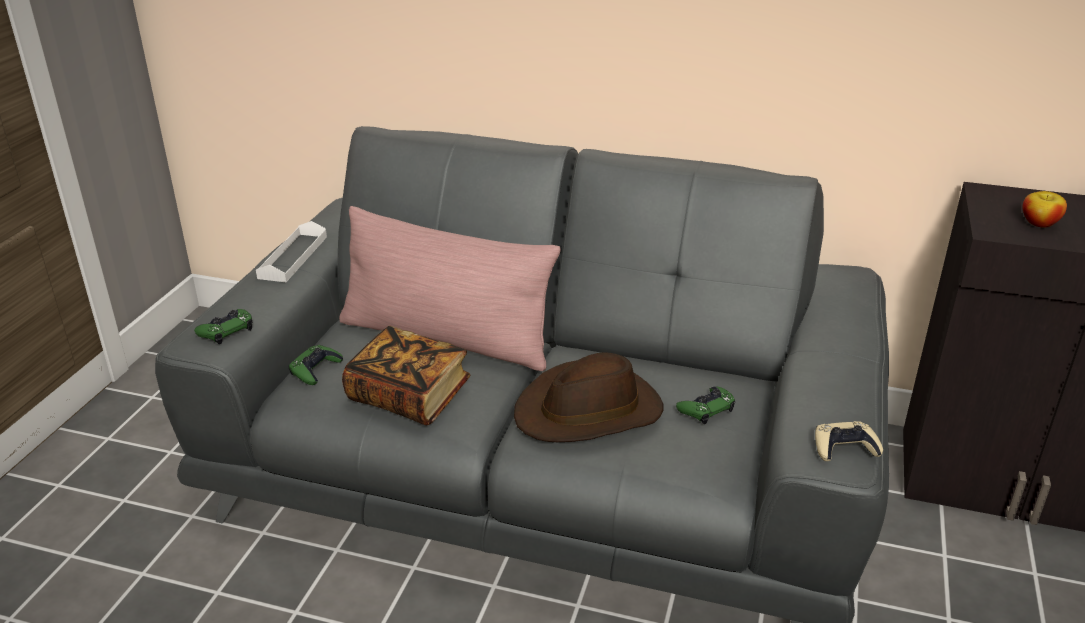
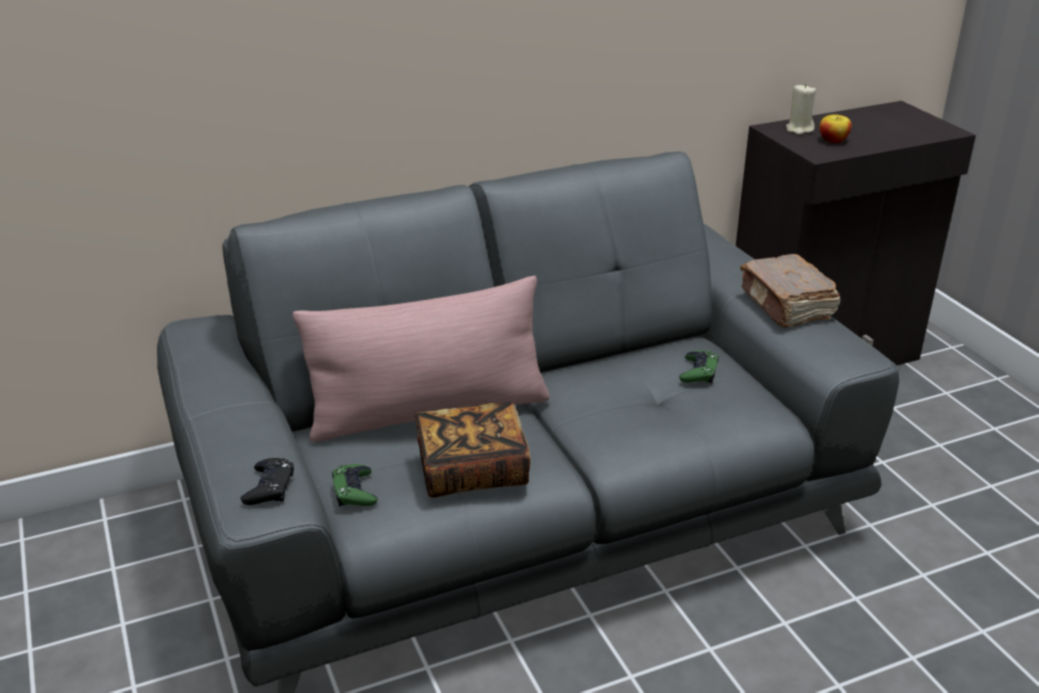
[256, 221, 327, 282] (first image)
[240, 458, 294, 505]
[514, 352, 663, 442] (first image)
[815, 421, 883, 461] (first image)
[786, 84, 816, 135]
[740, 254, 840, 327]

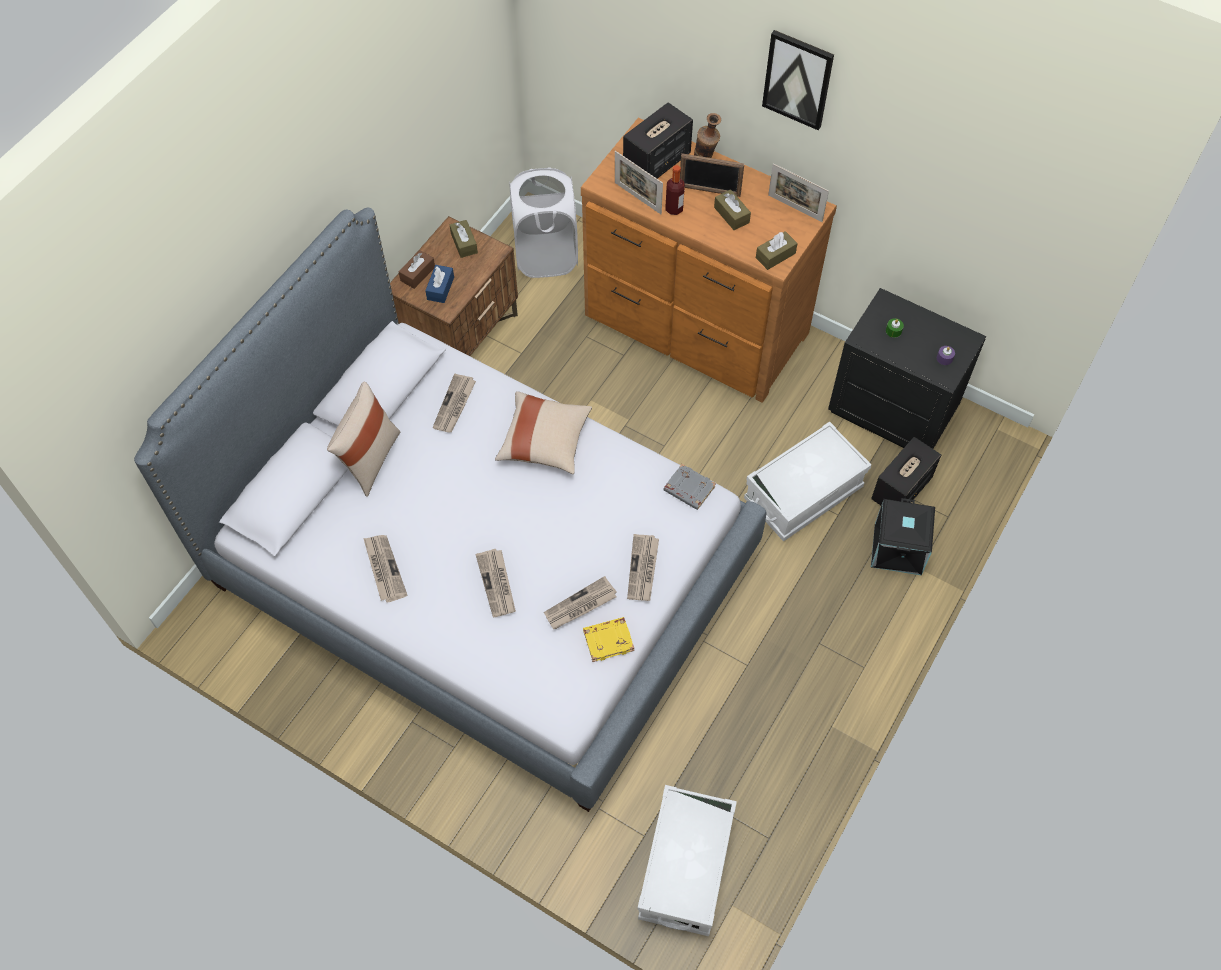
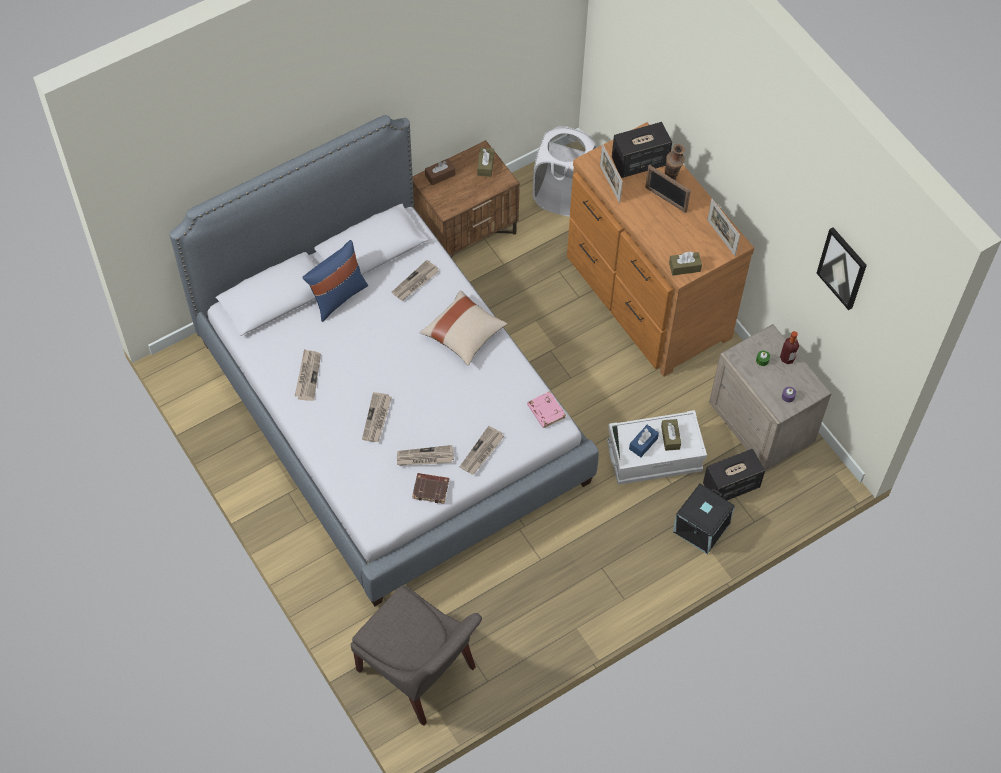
[817, 227, 867, 310]
[780, 331, 799, 364]
[661, 419, 681, 451]
[629, 425, 659, 457]
[709, 324, 831, 471]
[302, 240, 368, 322]
[527, 391, 566, 428]
[412, 473, 449, 504]
[351, 585, 482, 726]

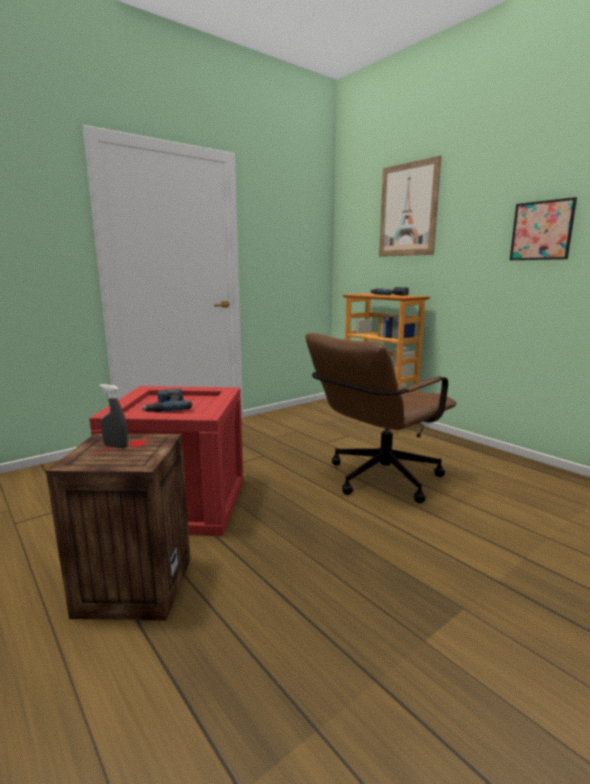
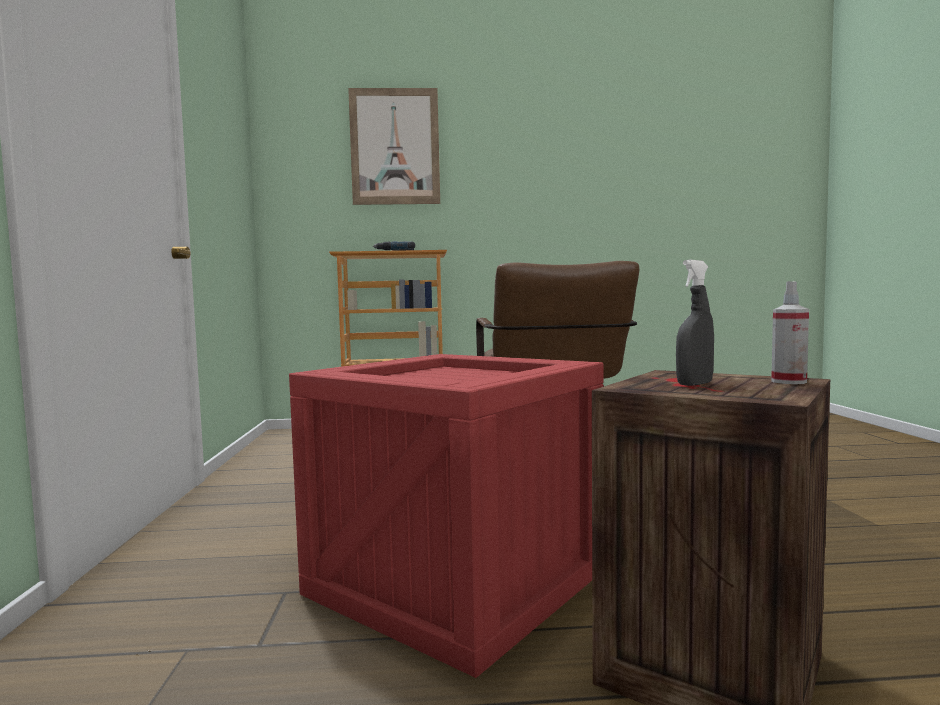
[510, 197, 577, 260] (first image)
[141, 389, 192, 412] (first image)
[771, 281, 809, 384]

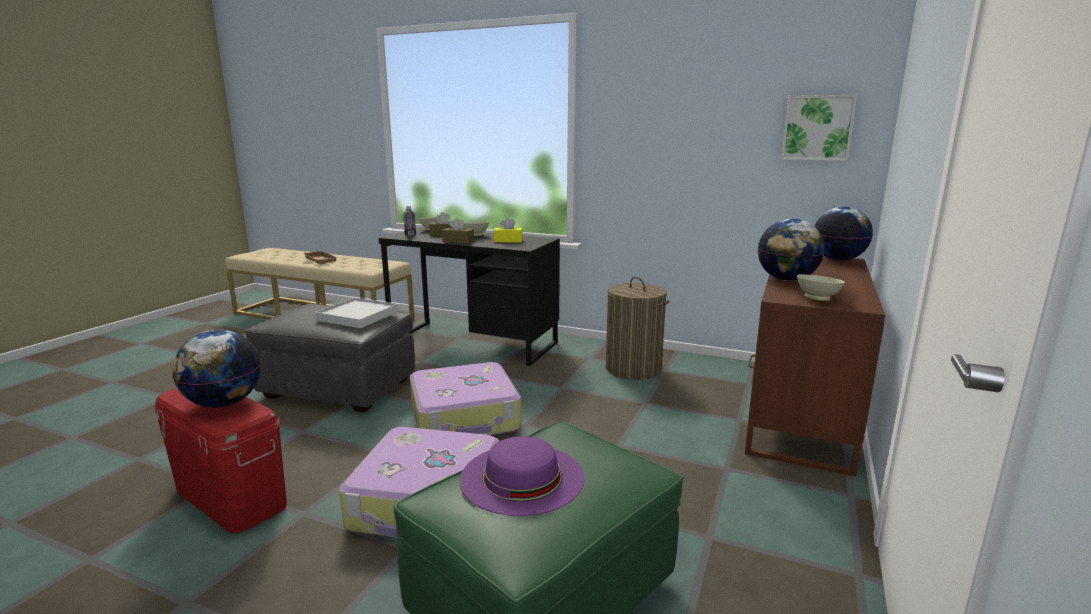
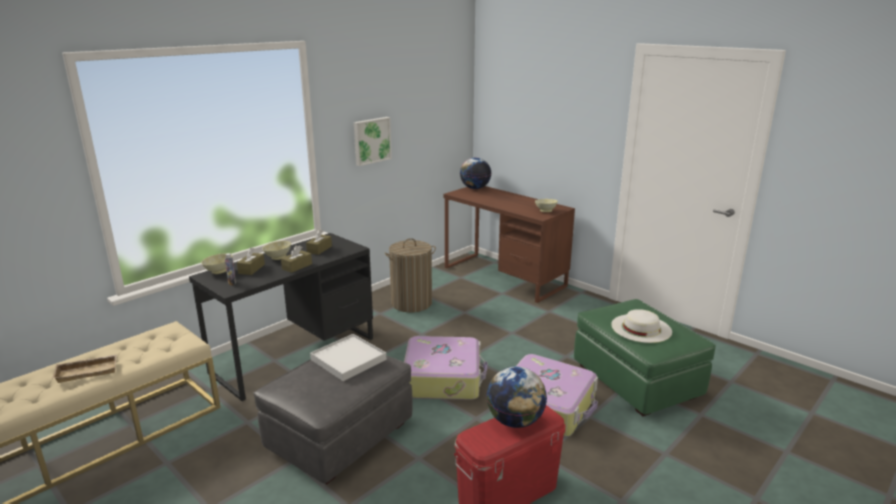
[354, 117, 392, 166]
[306, 229, 332, 255]
[758, 219, 825, 281] (first image)
[611, 309, 672, 343]

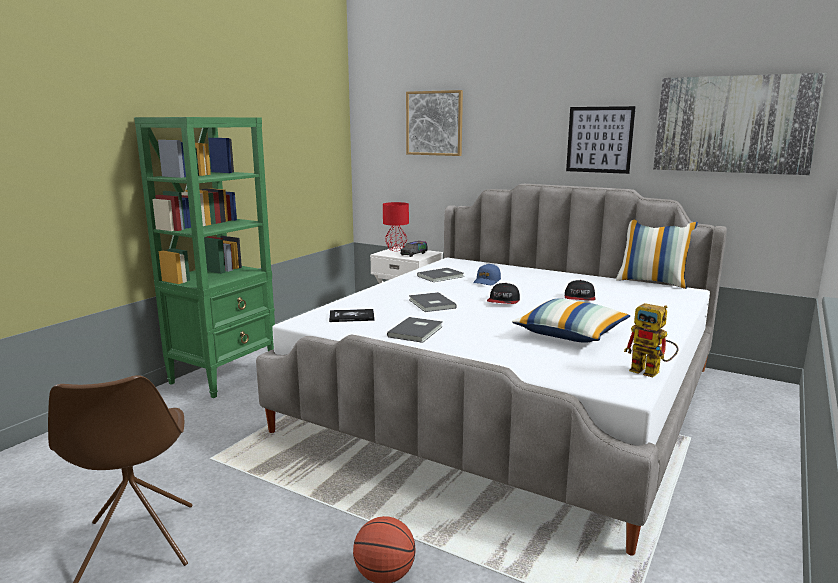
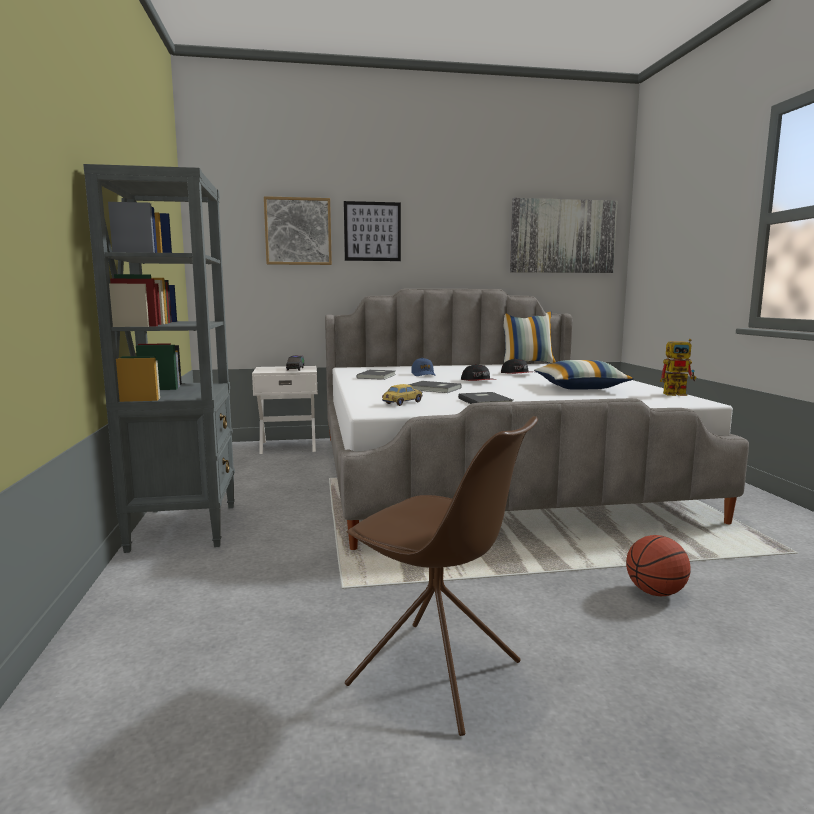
[344, 201, 401, 261]
[83, 164, 235, 553]
[383, 202, 409, 251] (first image)
[382, 384, 423, 406]

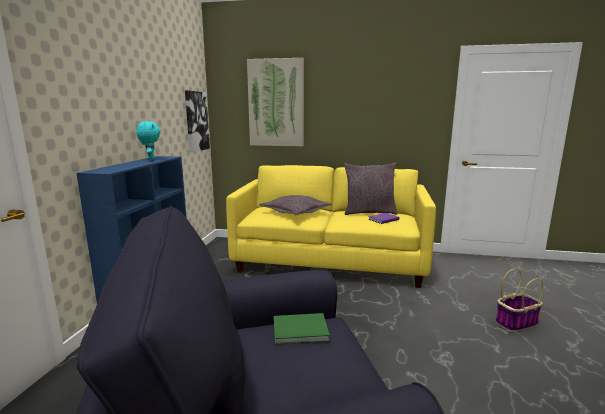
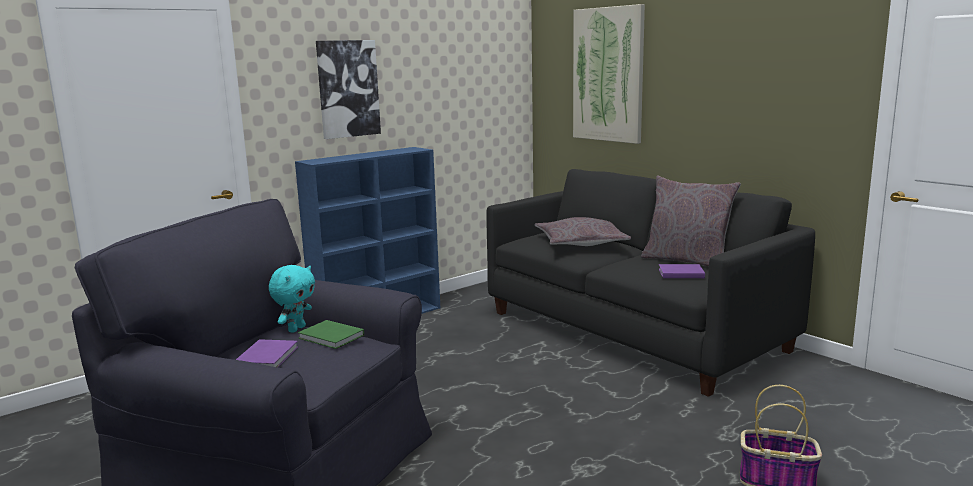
[316, 40, 381, 139]
[269, 265, 315, 332]
[487, 169, 815, 397]
[236, 339, 298, 367]

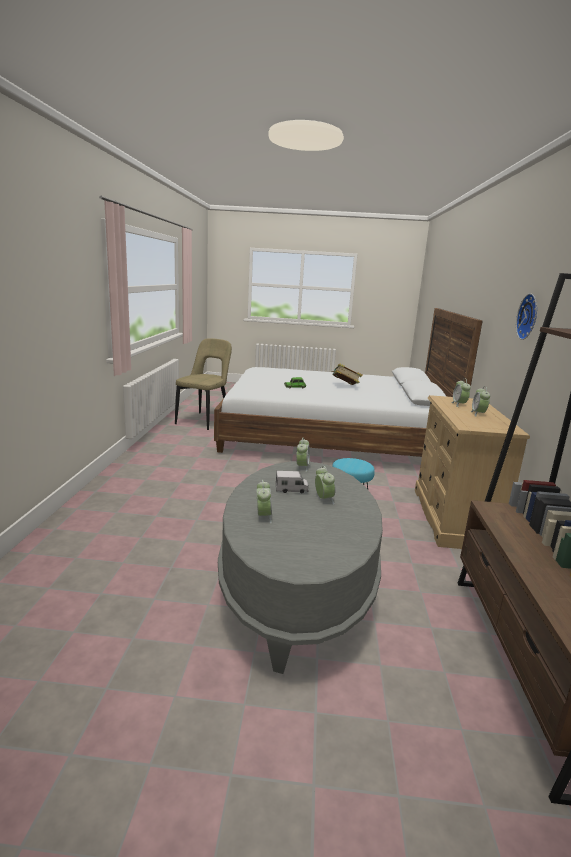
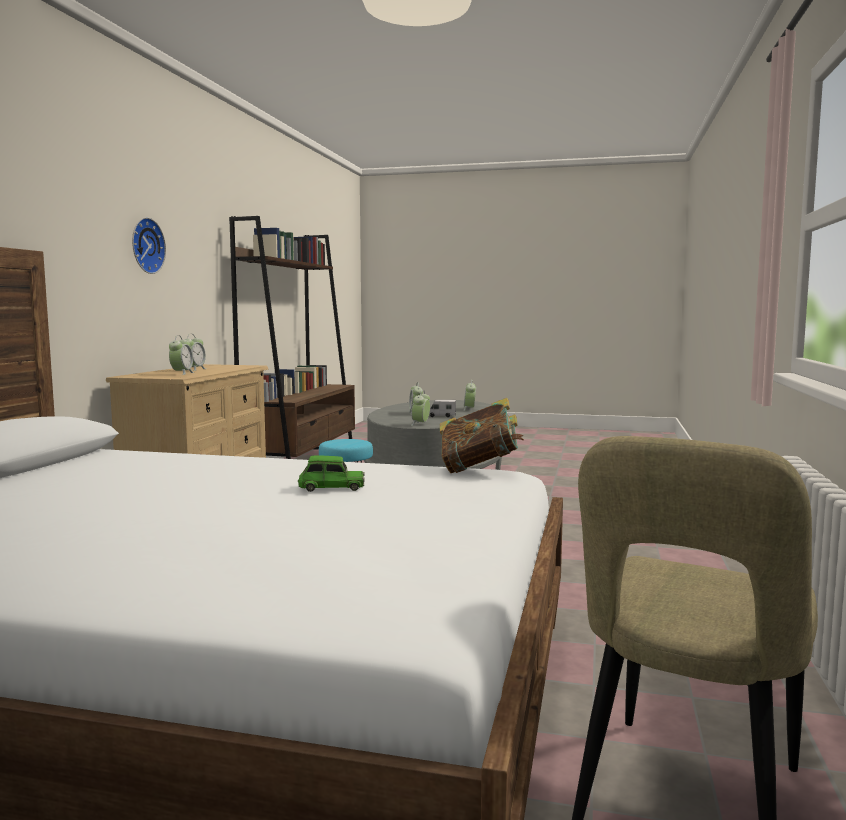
[440, 398, 524, 473]

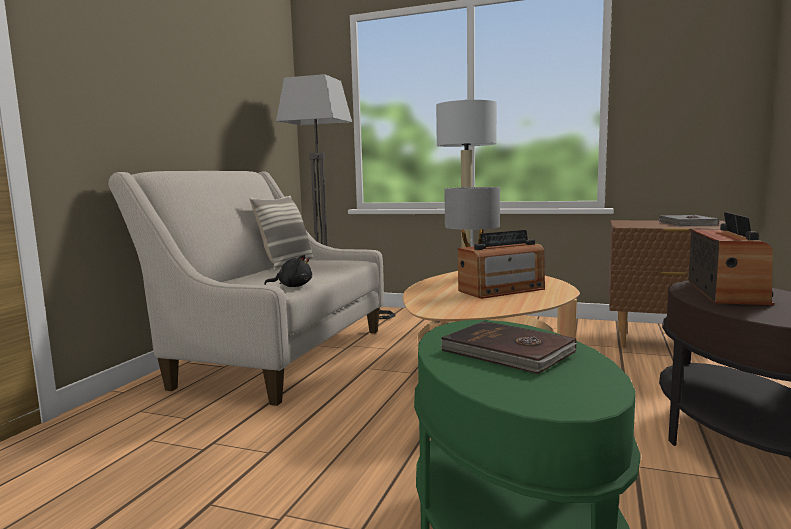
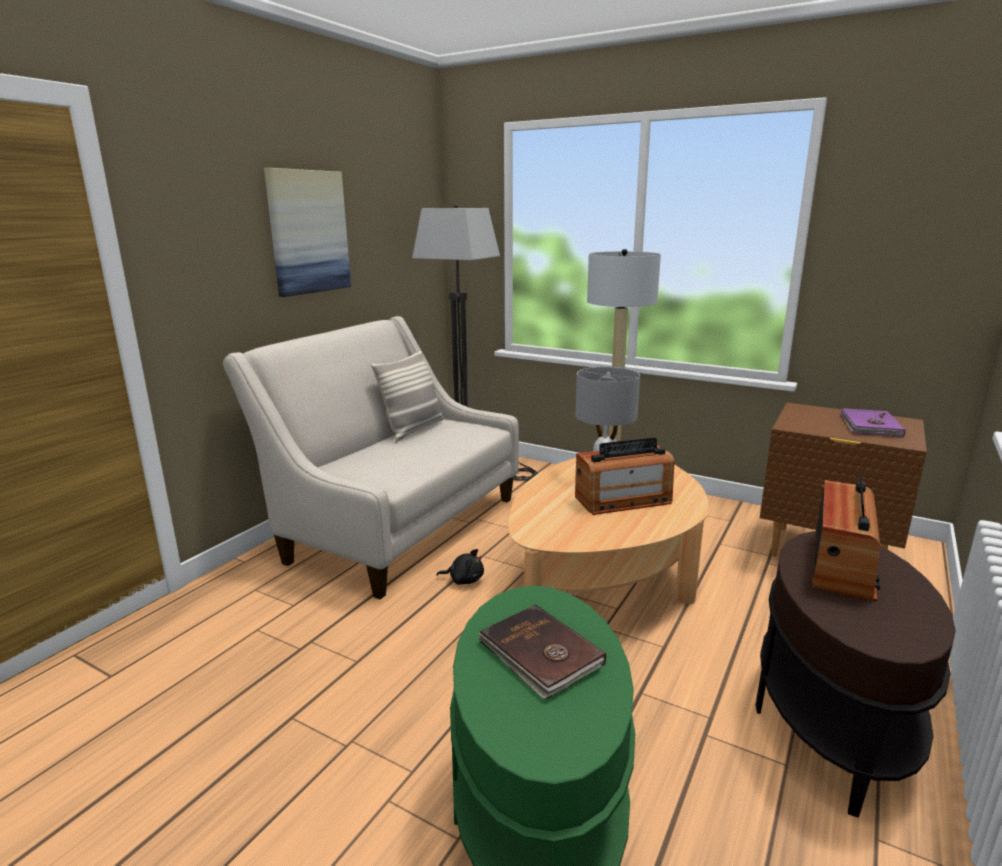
[841, 408, 906, 437]
[437, 549, 484, 585]
[264, 168, 351, 297]

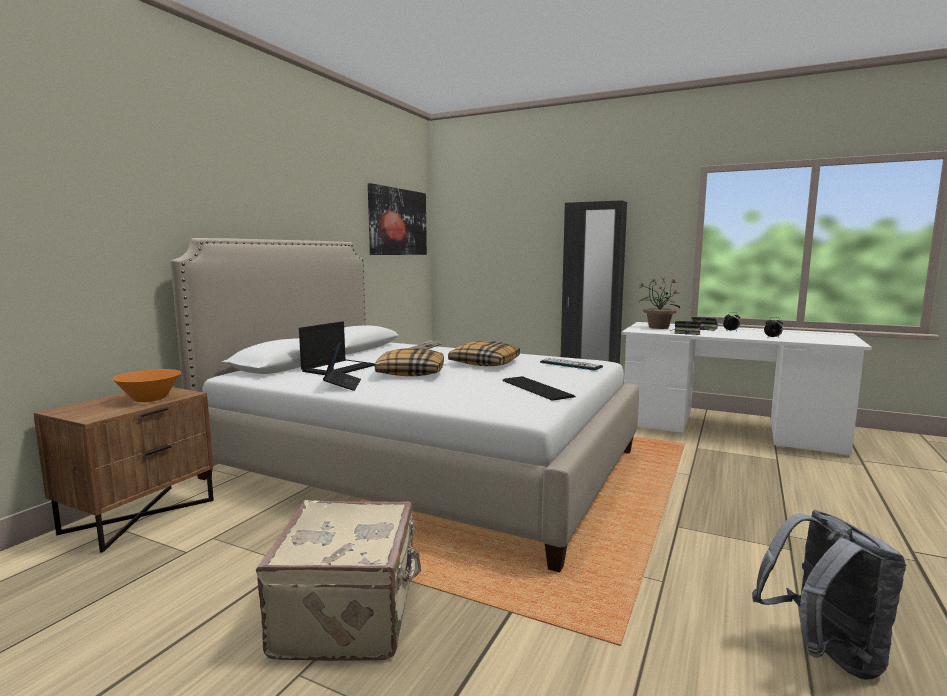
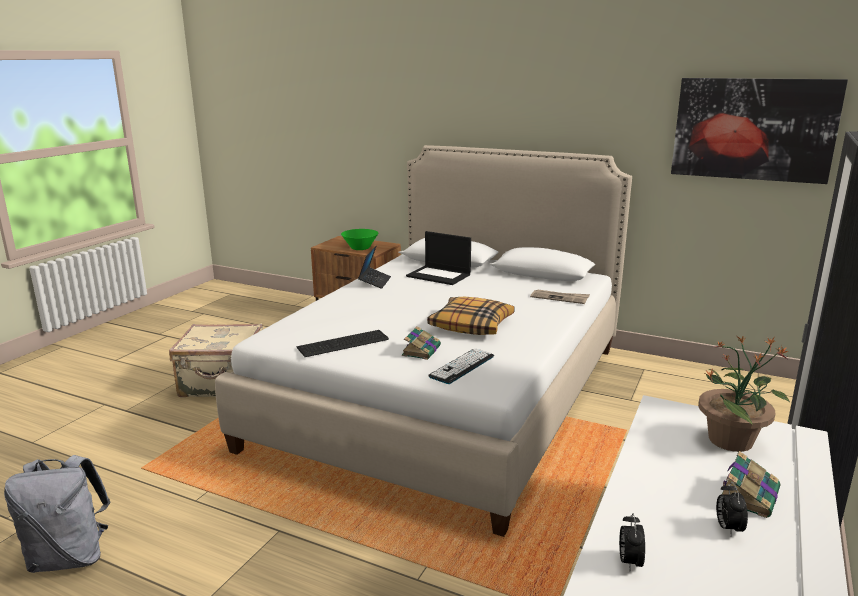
[402, 326, 441, 360]
[358, 246, 391, 289]
[375, 348, 444, 376] (first image)
[341, 229, 378, 250]

